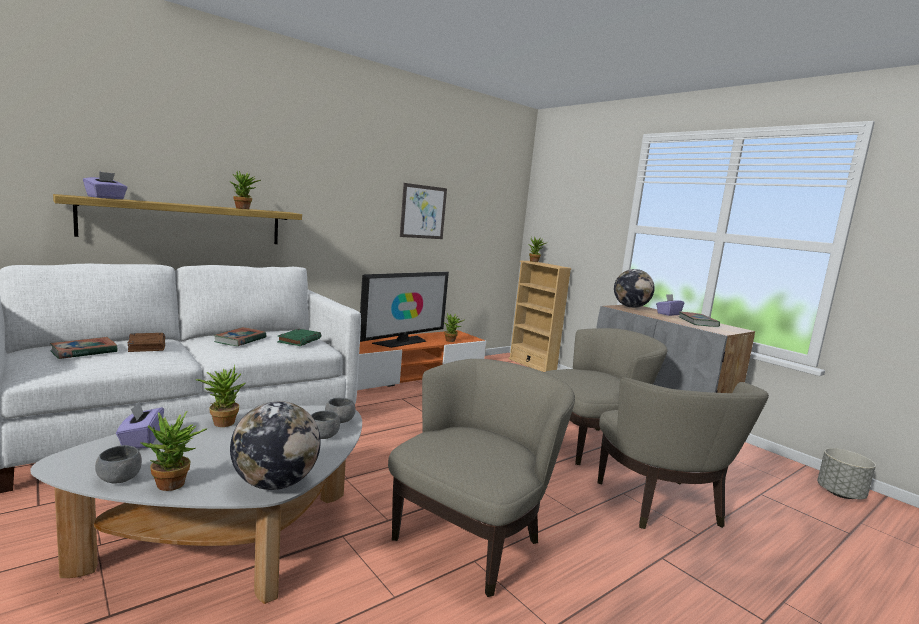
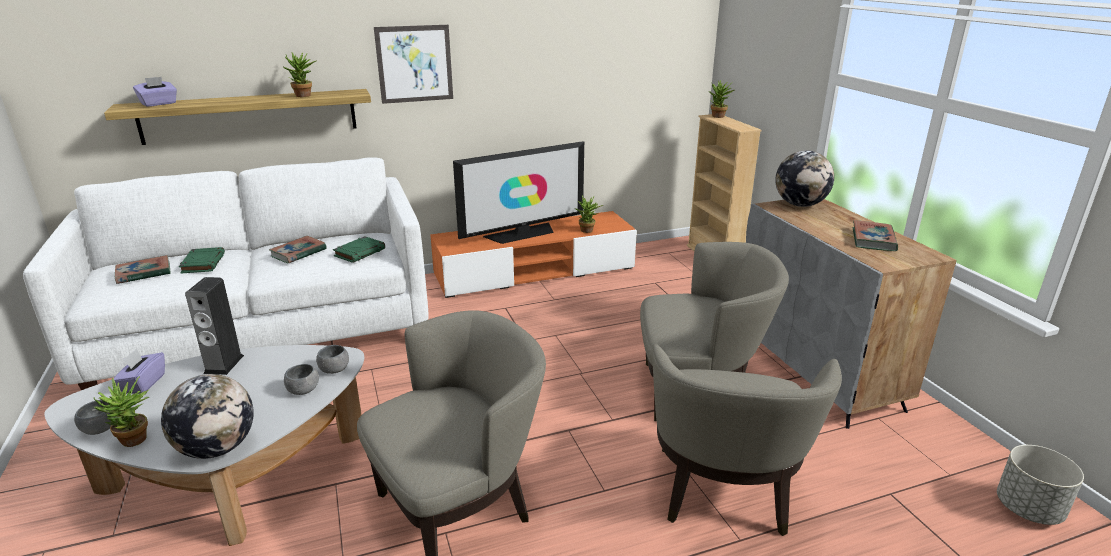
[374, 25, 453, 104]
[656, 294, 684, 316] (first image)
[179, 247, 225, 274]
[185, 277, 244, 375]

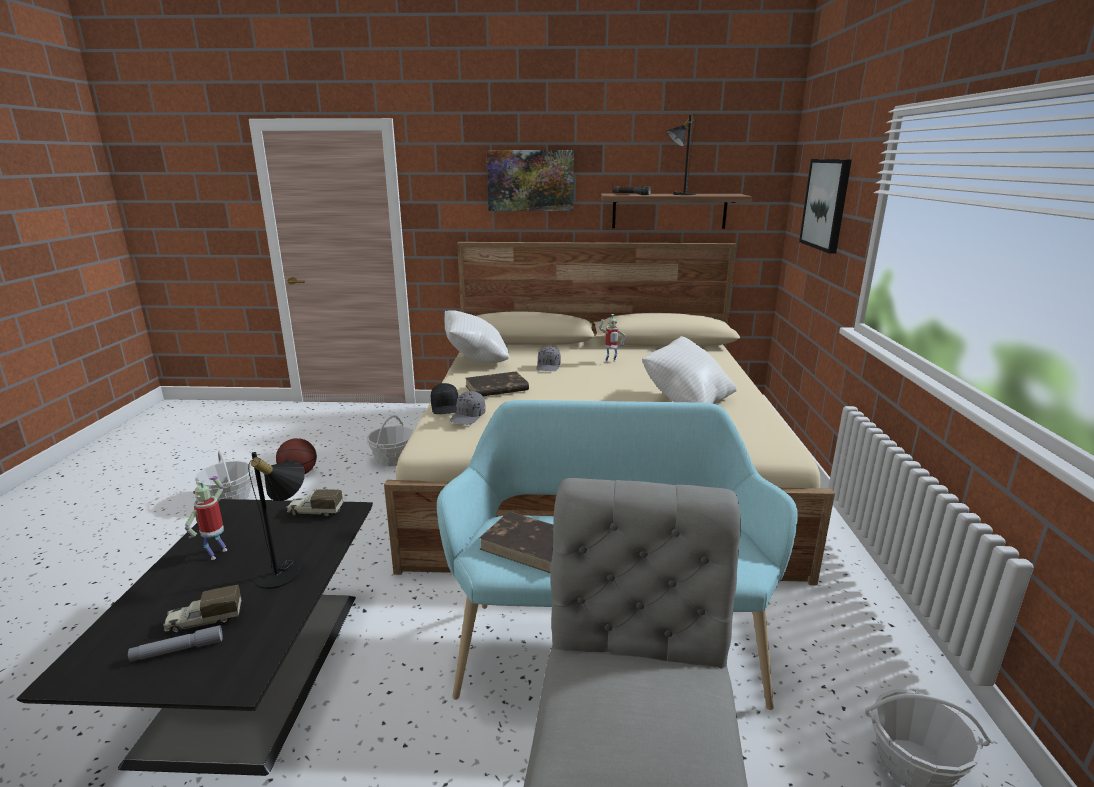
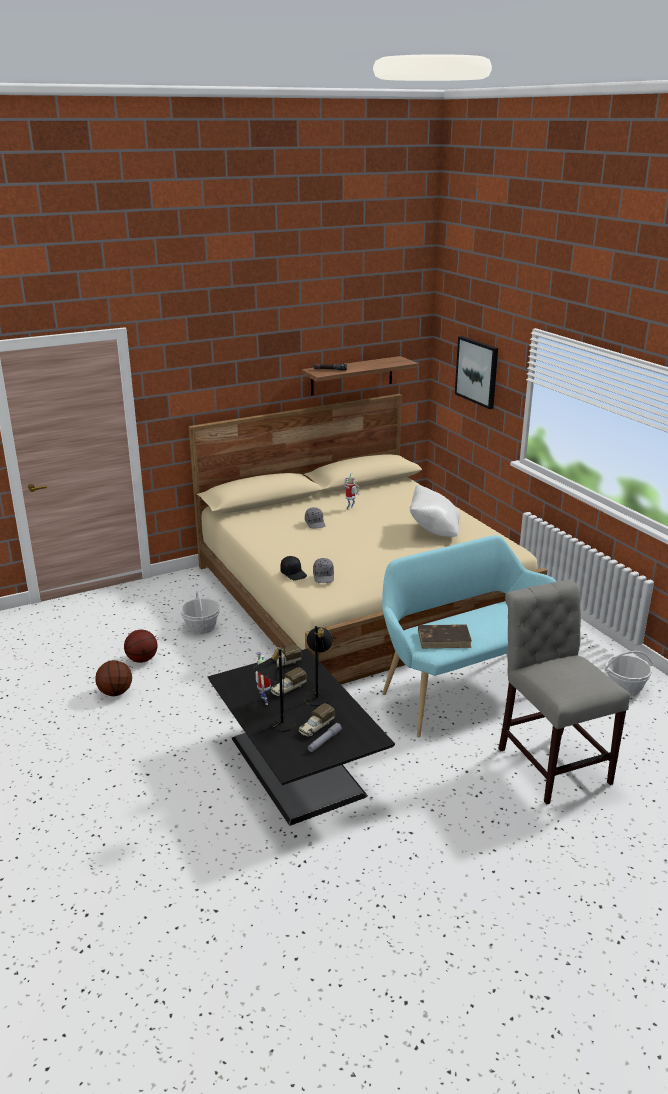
[253, 646, 296, 732]
[486, 150, 574, 211] (first image)
[444, 310, 509, 363] (first image)
[465, 371, 529, 396] (first image)
[95, 660, 132, 696]
[271, 667, 306, 696]

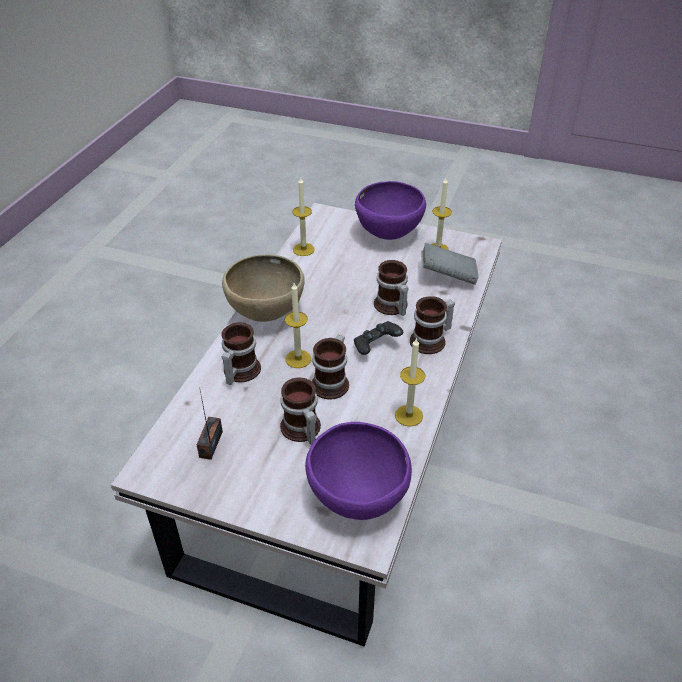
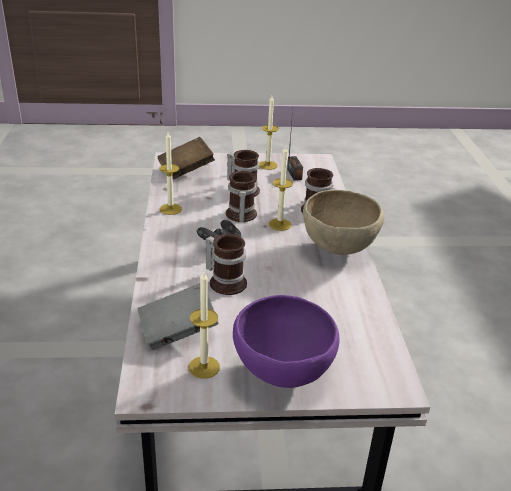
[259, 96, 279, 170]
[410, 296, 455, 354] (first image)
[157, 137, 215, 179]

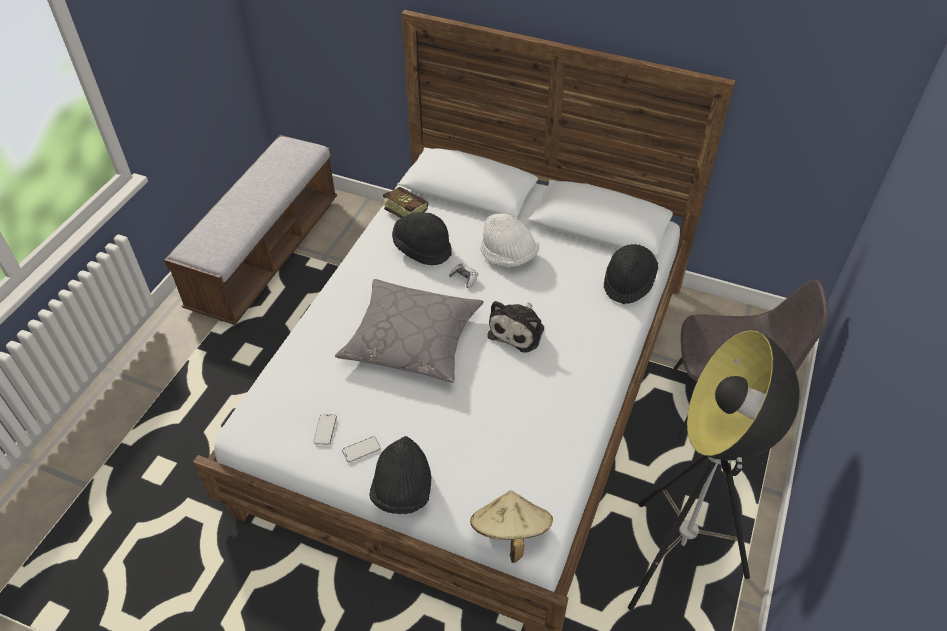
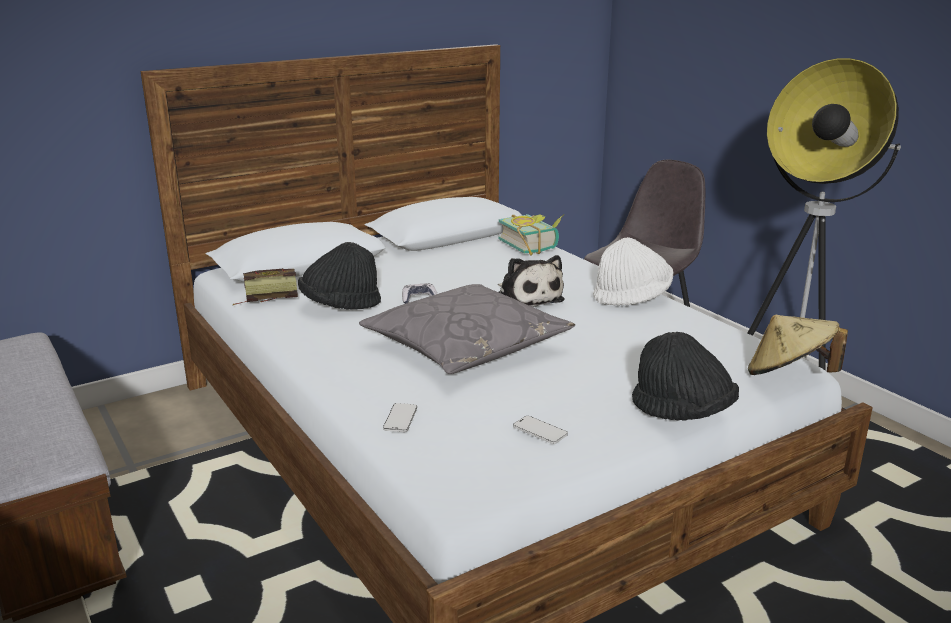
[593, 237, 673, 306]
[499, 214, 564, 255]
[383, 403, 417, 432]

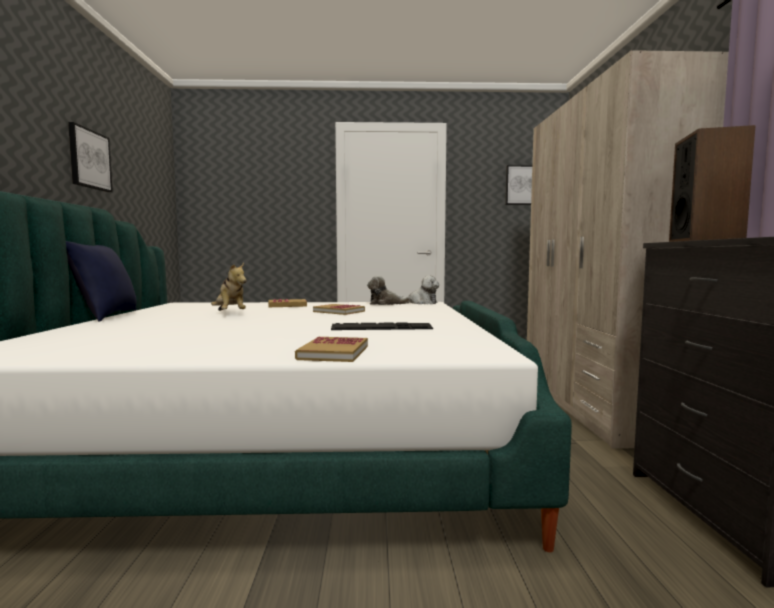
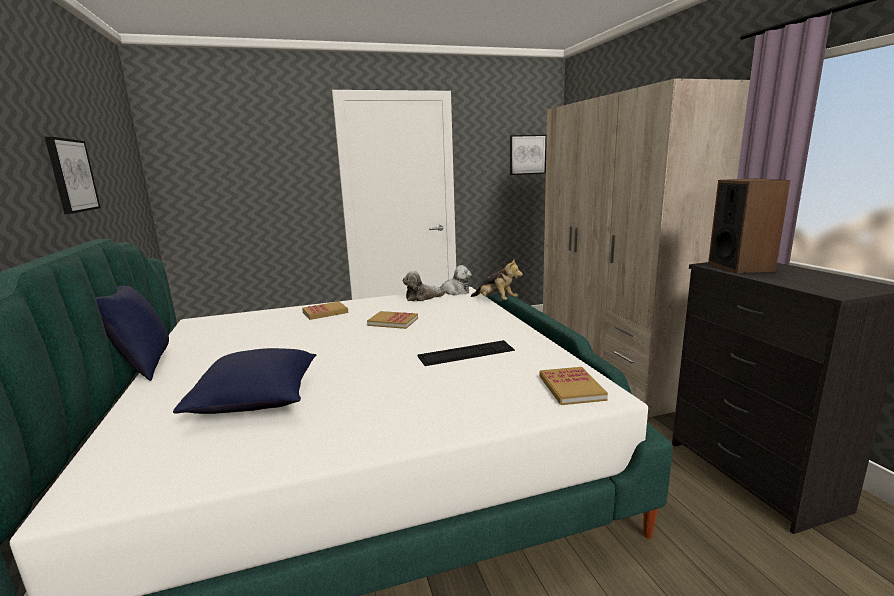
[471, 259, 523, 300]
[539, 367, 608, 405]
[173, 348, 317, 414]

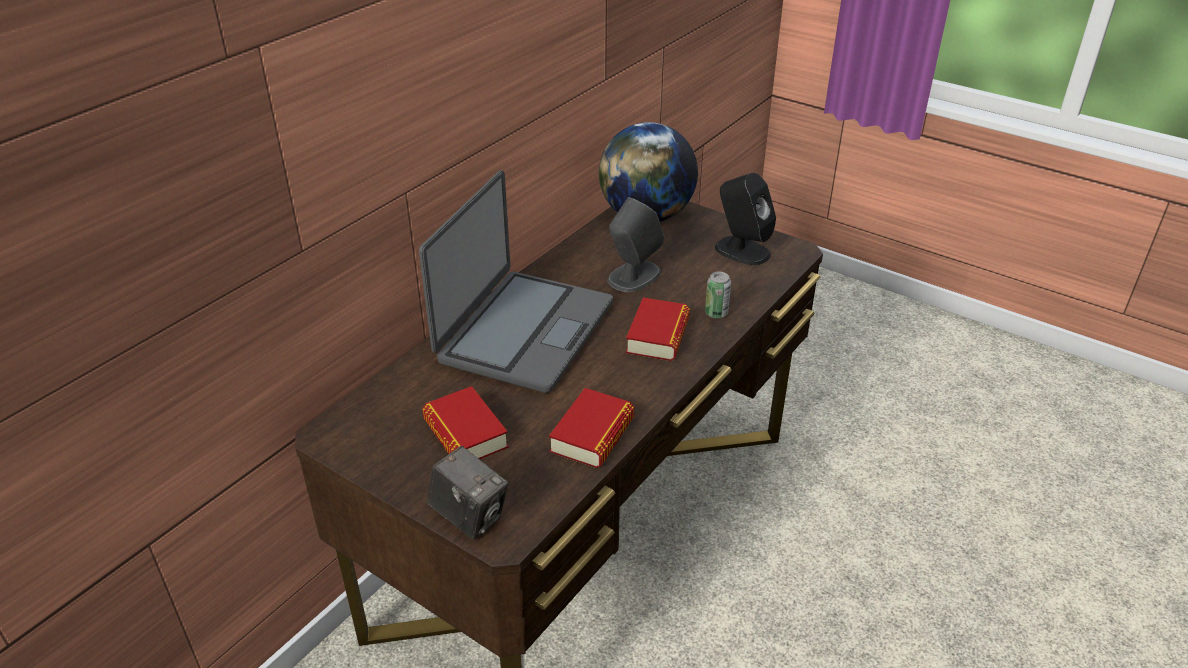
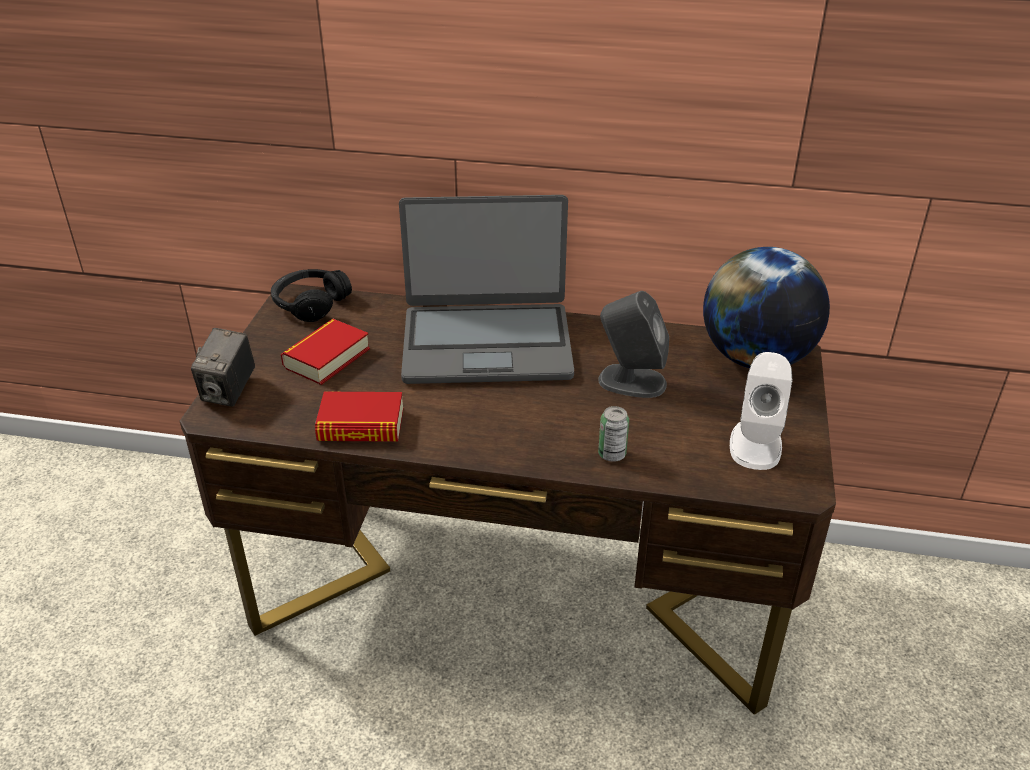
[730, 352, 792, 470]
[626, 297, 690, 361] (first image)
[271, 269, 352, 322]

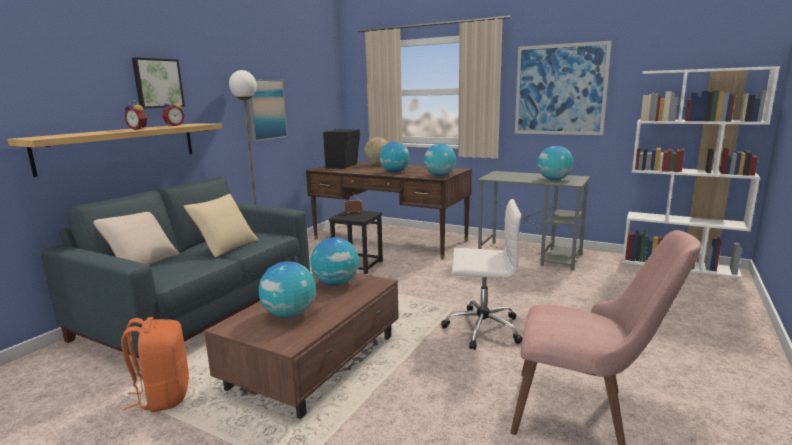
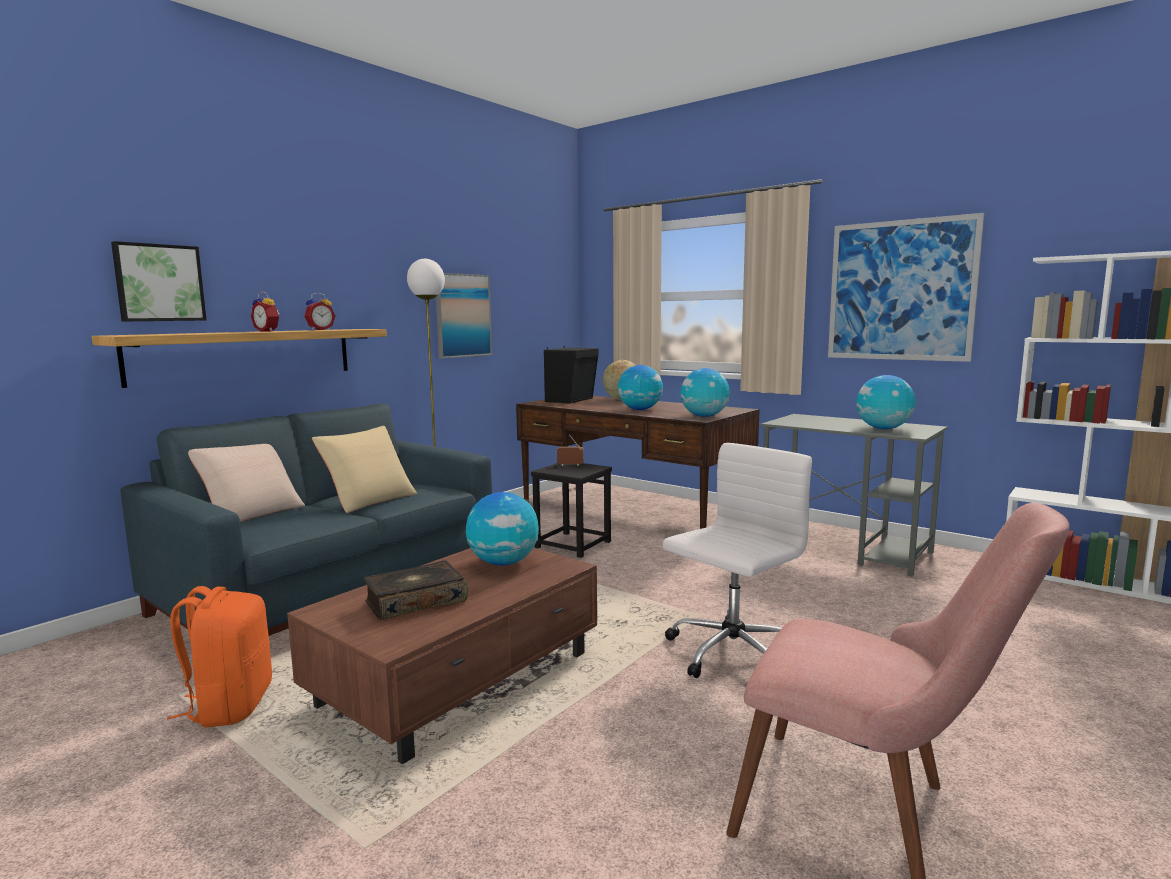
[111, 241, 206, 322]
[663, 443, 812, 678]
[364, 560, 468, 620]

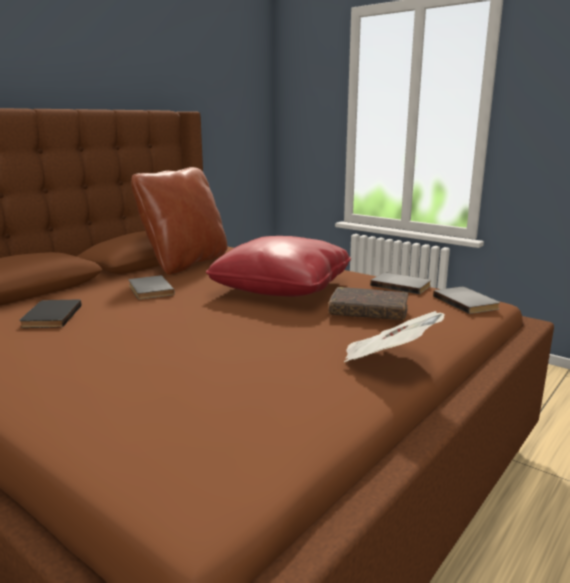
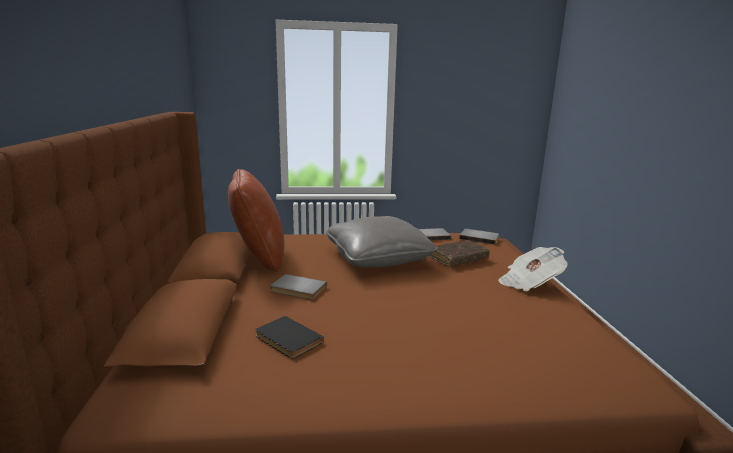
[326, 216, 437, 267]

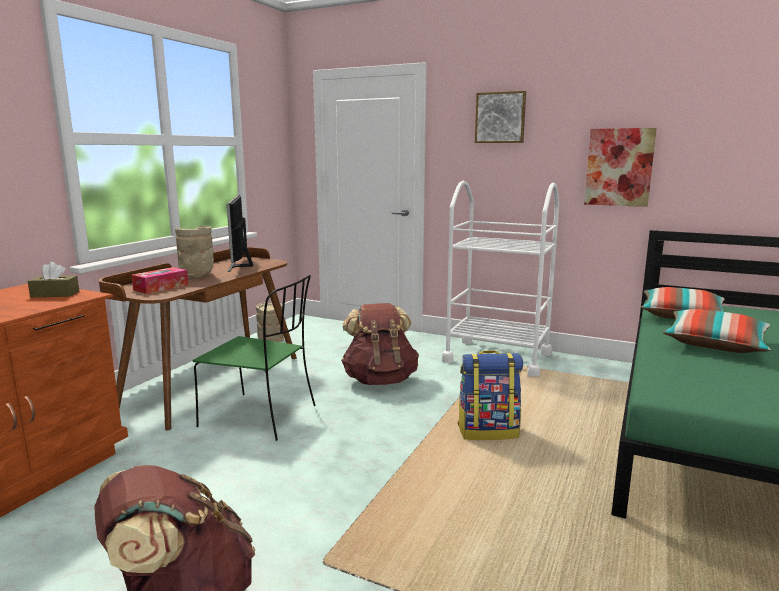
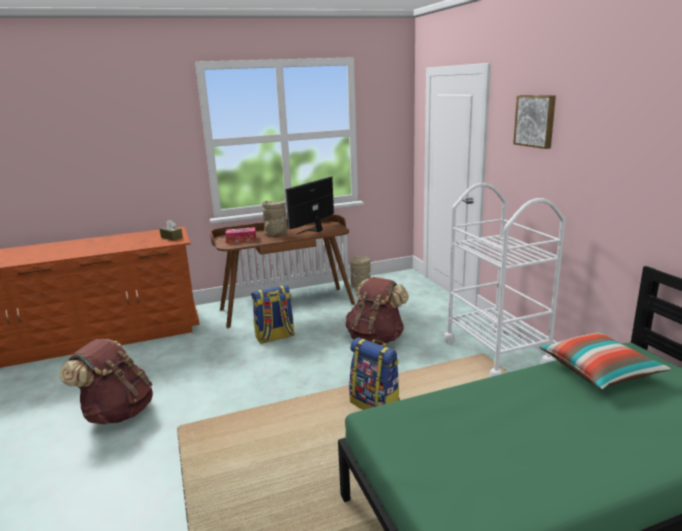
[584, 128, 657, 207] (first image)
[251, 285, 295, 344]
[663, 309, 771, 353] (first image)

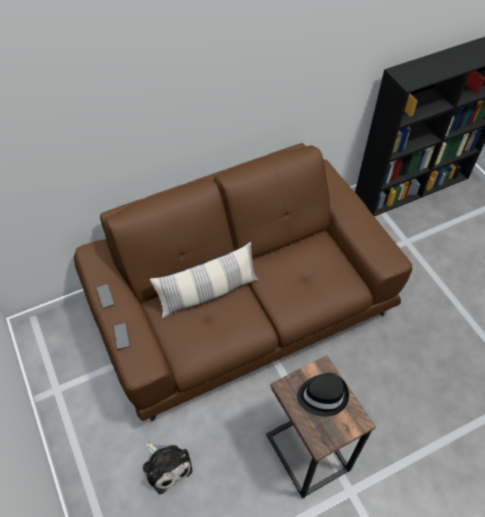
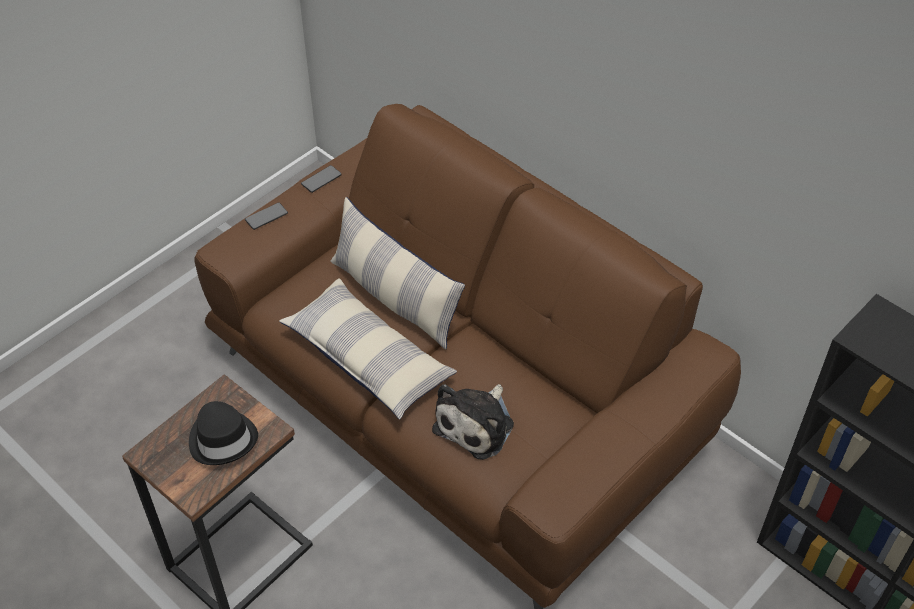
[432, 384, 514, 460]
[279, 278, 457, 420]

